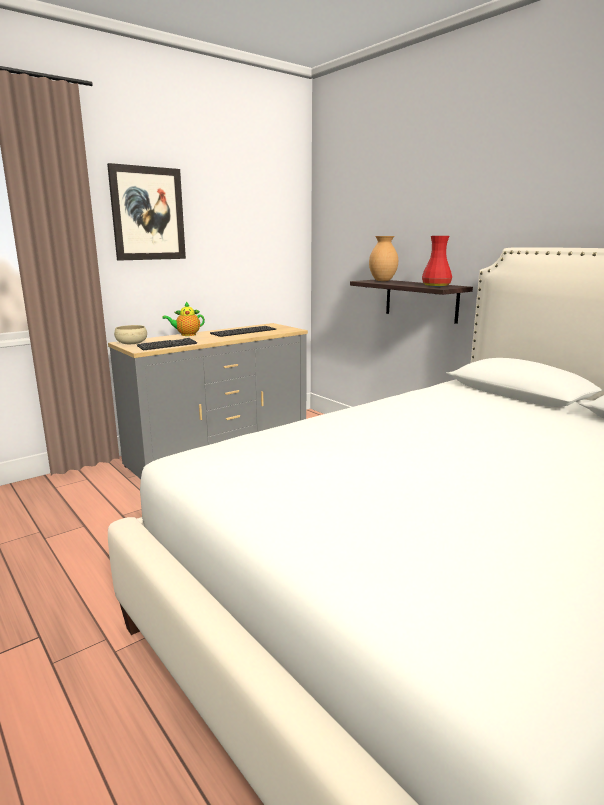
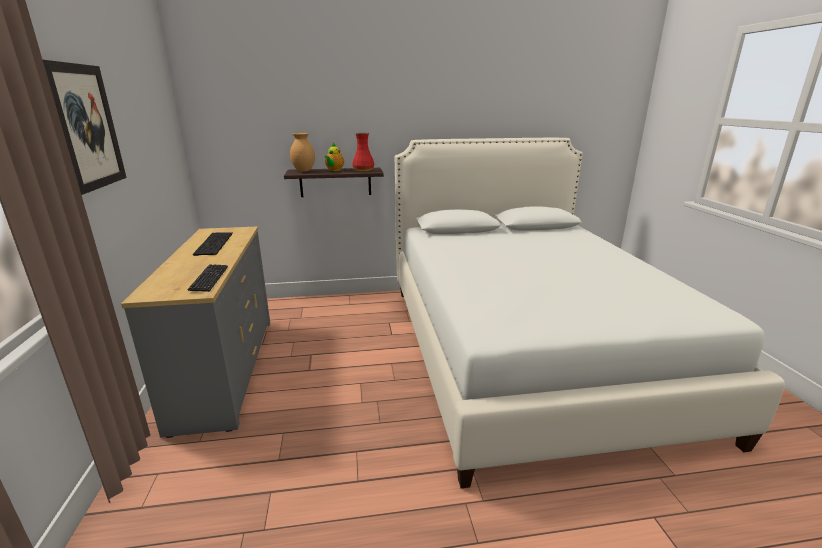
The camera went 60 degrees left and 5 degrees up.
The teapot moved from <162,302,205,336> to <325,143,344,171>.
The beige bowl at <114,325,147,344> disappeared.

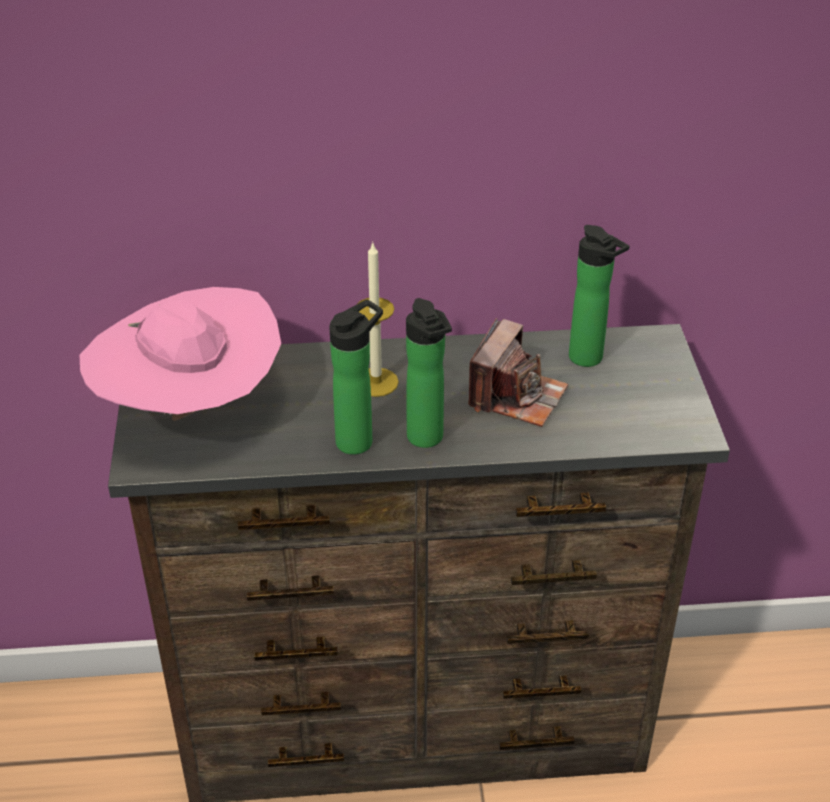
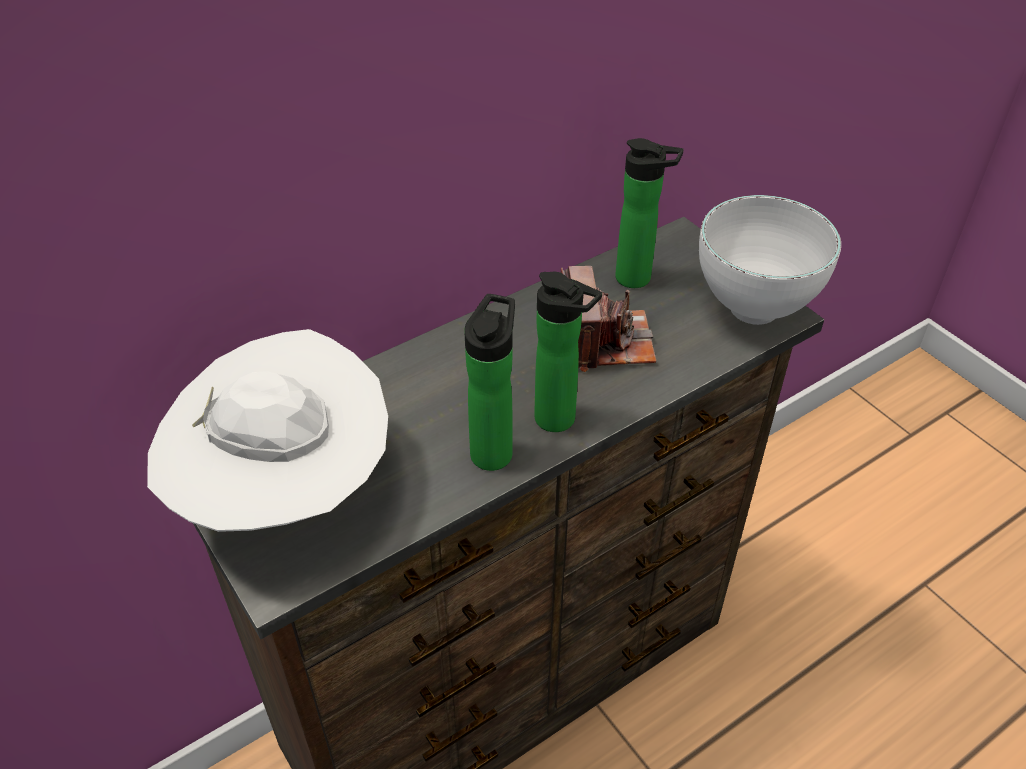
The camera went 30 degrees left and 5 degrees up.
The pink hat at <79,287,281,421> became the white hat at <147,329,388,532>.
The white bowl at <699,195,841,325> appeared.
The candle at <356,242,399,397> disappeared.

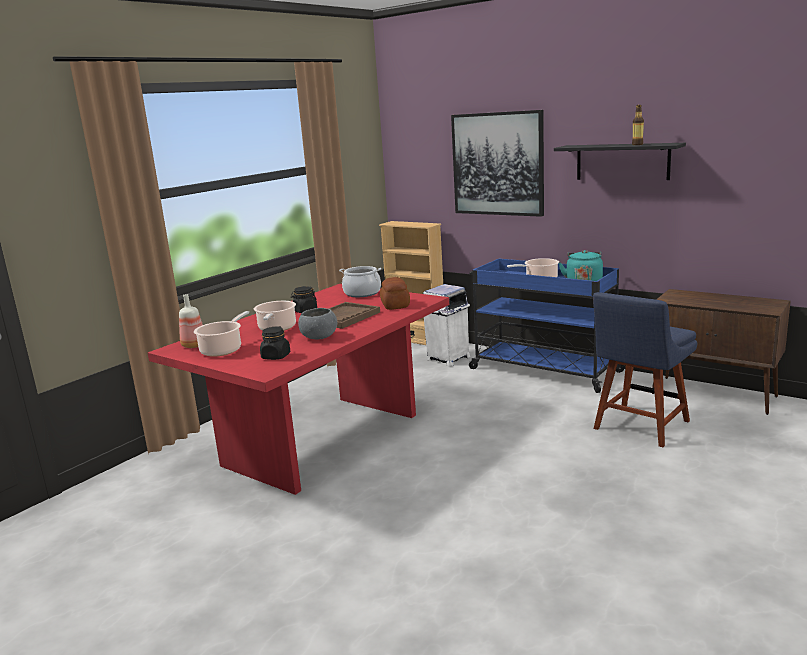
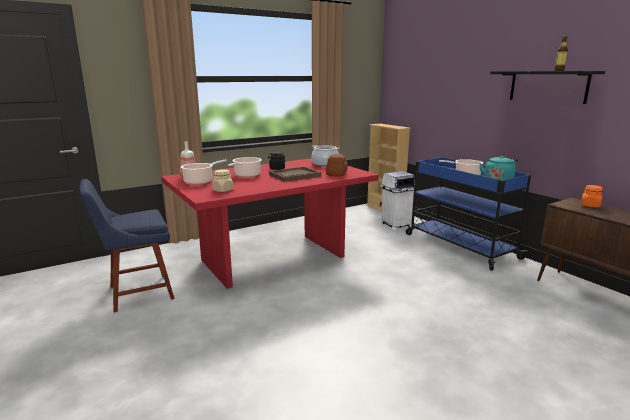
The camera went 20 degrees right and 0 degrees up.
The blue chair moved from <593,292,697,447> to <79,179,175,313>.
The black jar at <260,326,290,360> became the beige jar at <212,169,234,192>.
The orange jar at <581,185,603,207> appeared.
The grey bowl at <298,308,337,339> disappeared.
The picture at <451,110,544,217> disappeared.

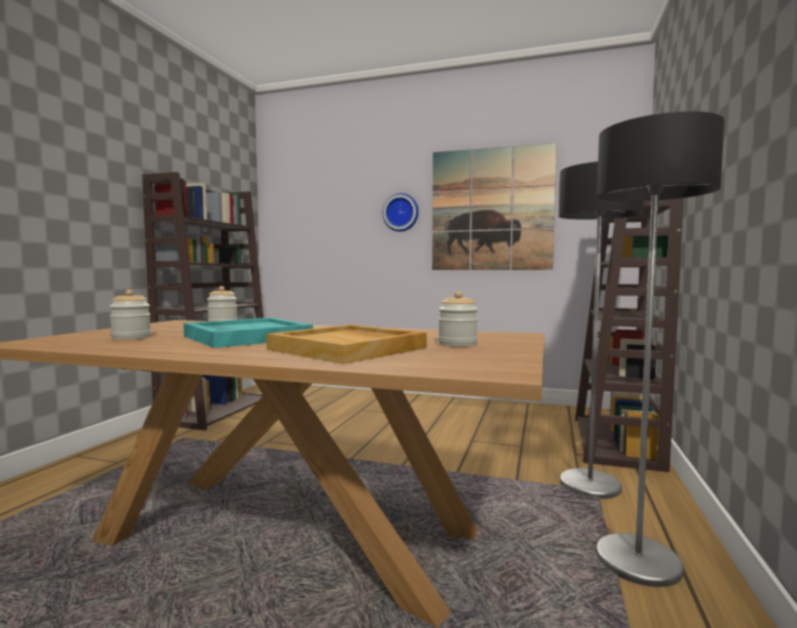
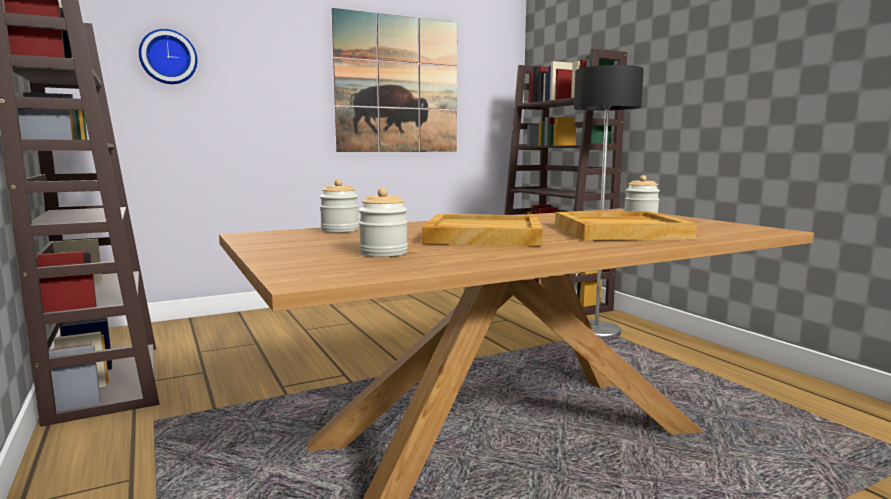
The camera went 45 degrees left and 5 degrees up.
The wall clock moved from <383,193,419,232> to <139,29,197,84>.
The turquoise tray at <183,318,313,348> became the beige tray at <422,214,543,246>.
The floor lamp at <596,111,725,587> disappeared.

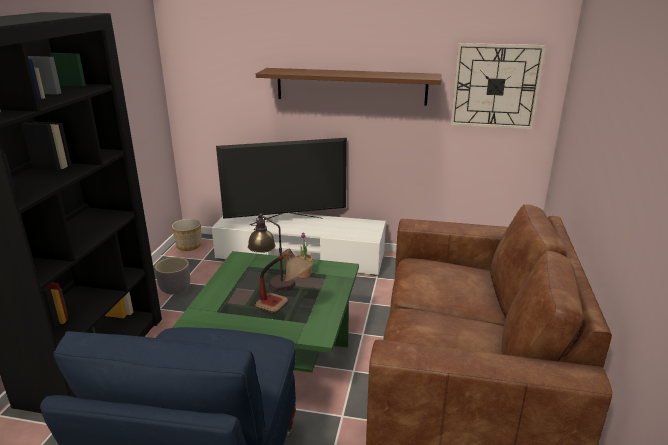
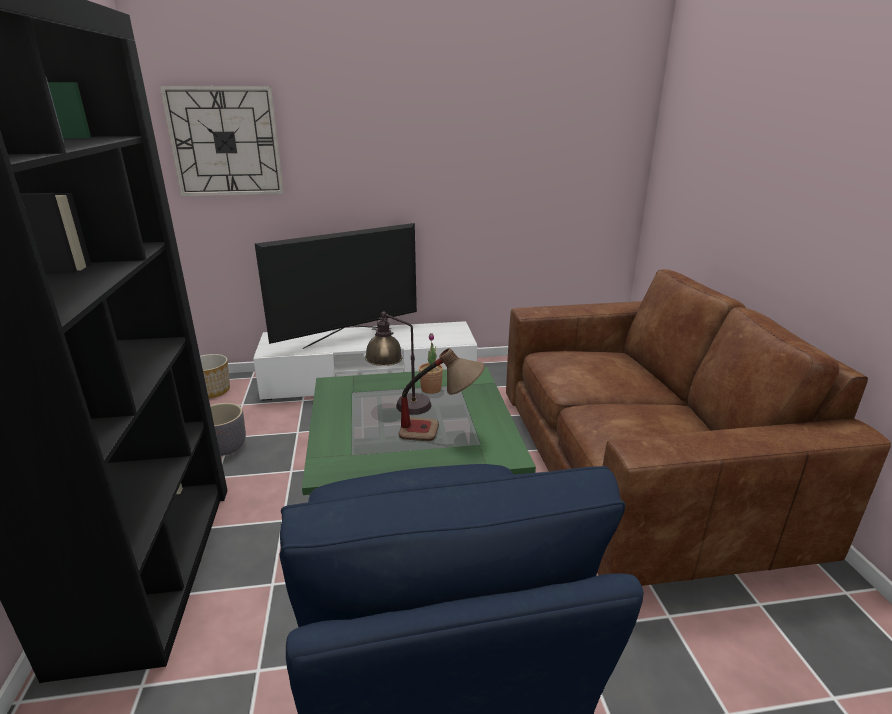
The camera went 20 degrees left and 0 degrees up.
The wall clock moved from <450,43,546,130> to <160,86,284,196>.
The brown shelf at <256,68,442,105> disappeared.

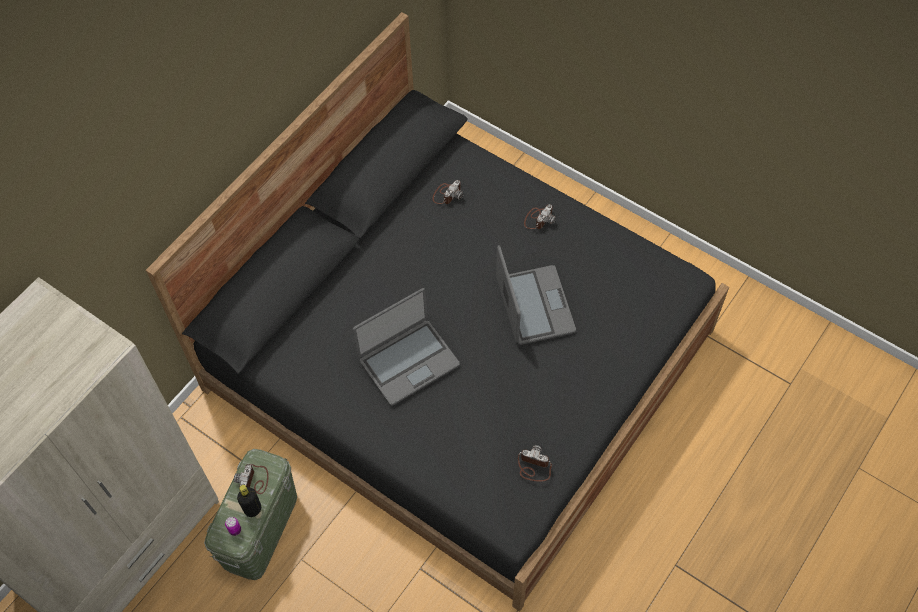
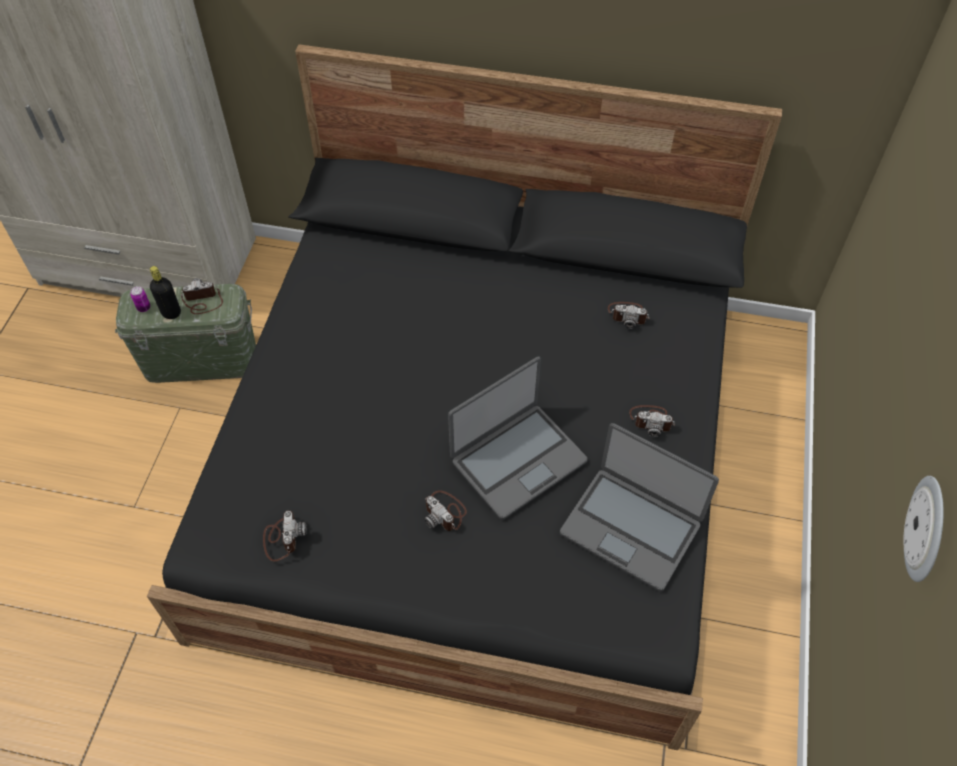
The camera went 65 degrees right and 5 degrees down.
The photo camera at <424,490,467,531> appeared.
The laptop moved from <353,288,460,406> to <560,423,719,591>.
The wall clock at <904,476,944,582> appeared.

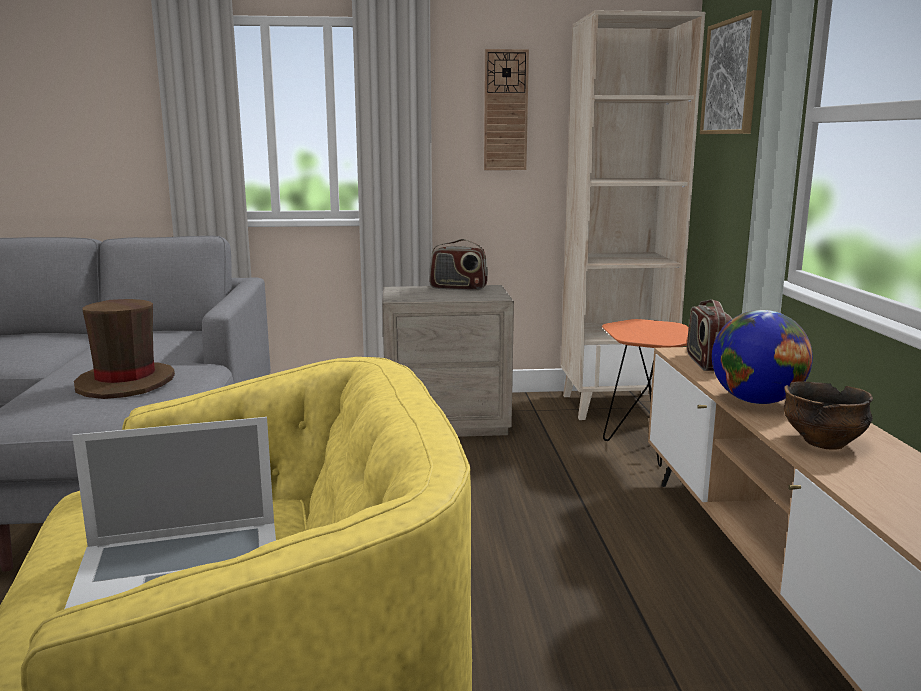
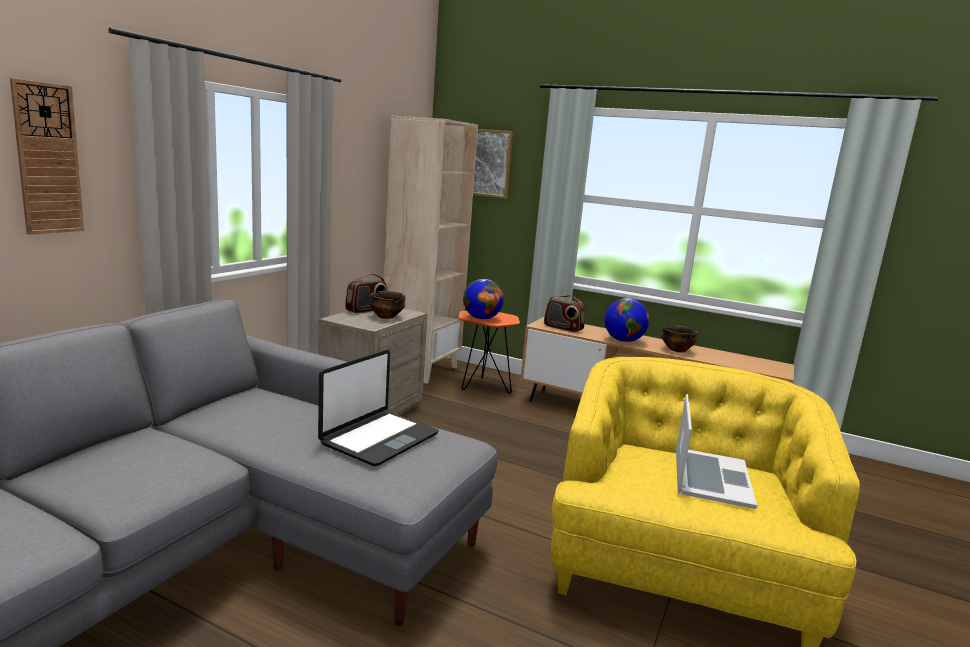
The camera went 60 degrees left and 0 degrees up.
The wall clock moved from <484,49,529,170> to <10,78,84,235>.
The brown hat at <74,299,175,399> was replaced by the laptop at <318,350,439,466>.
The bowl at <370,291,406,319> appeared.
The globe at <463,279,504,319> appeared.

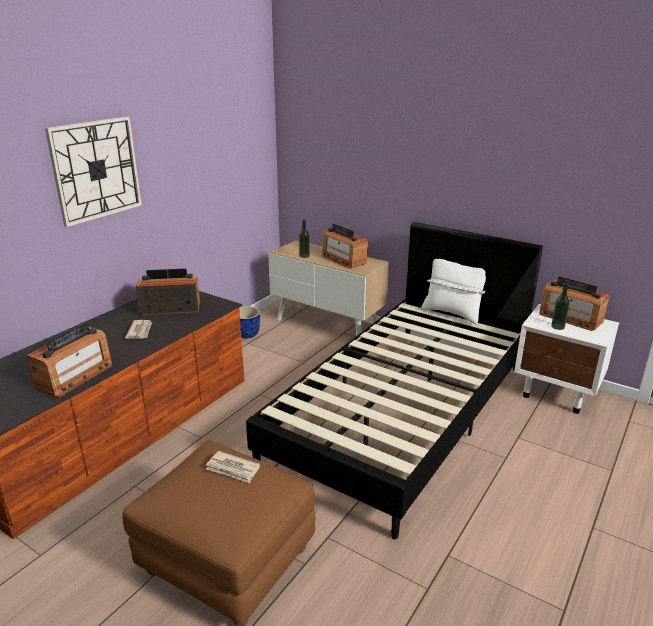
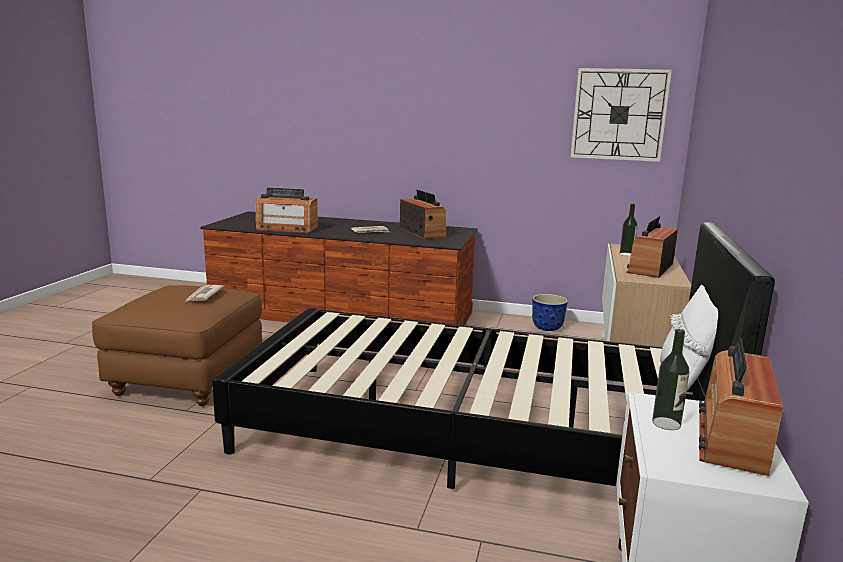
The camera went 70 degrees right and 10 degrees down.
The wall clock moved from <45,116,142,227> to <570,68,672,162>.

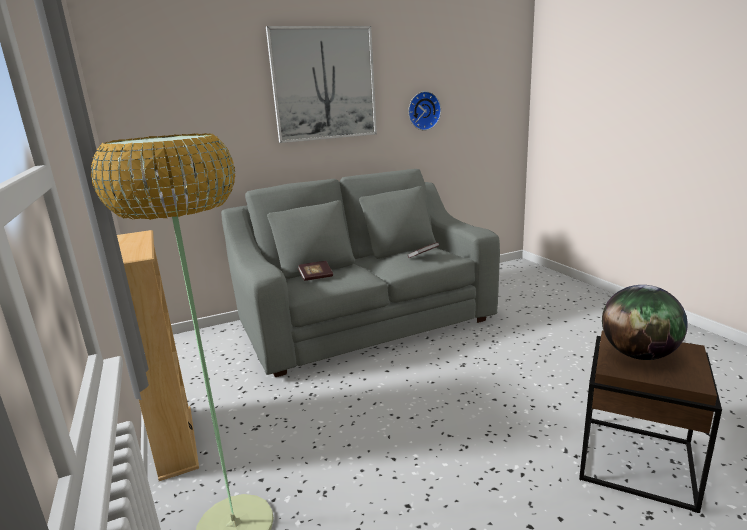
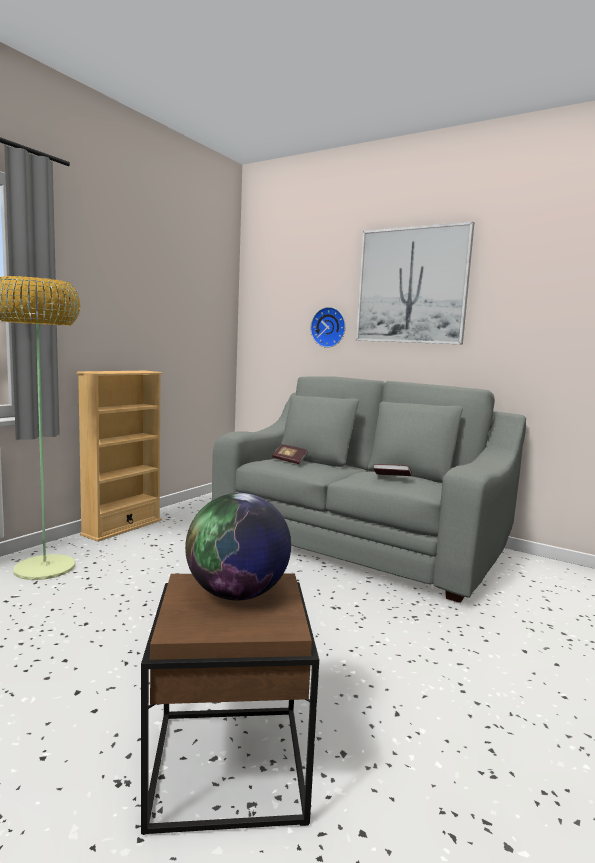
The camera went 55 degrees right and 10 degrees down.
The wall clock moved from <408,91,441,130> to <311,307,346,348>.

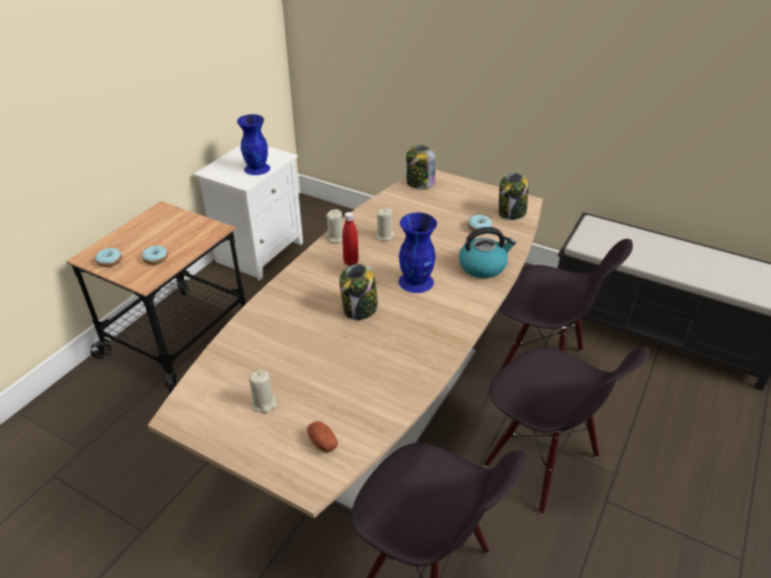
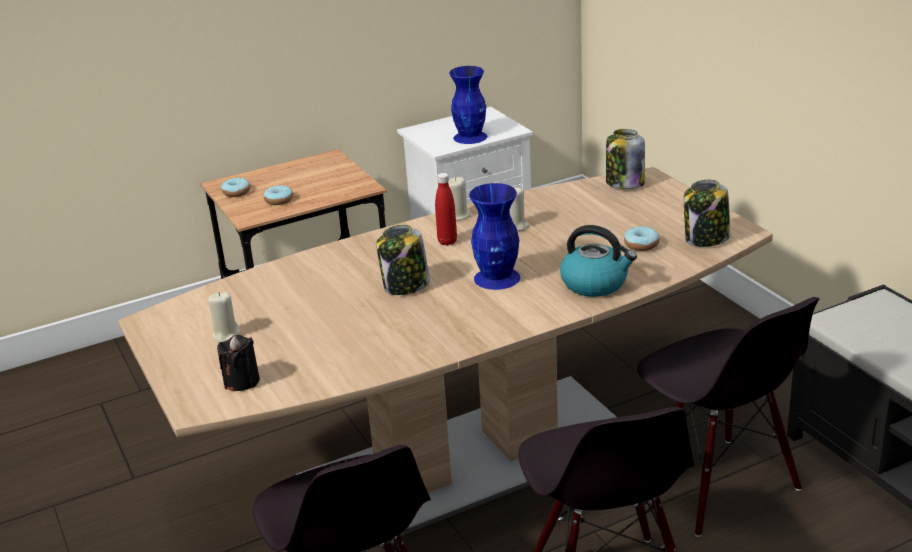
The camera went 35 degrees right and 10 degrees down.
The potato at <307,421,338,452> was replaced by the black candle at <217,335,260,391>.

